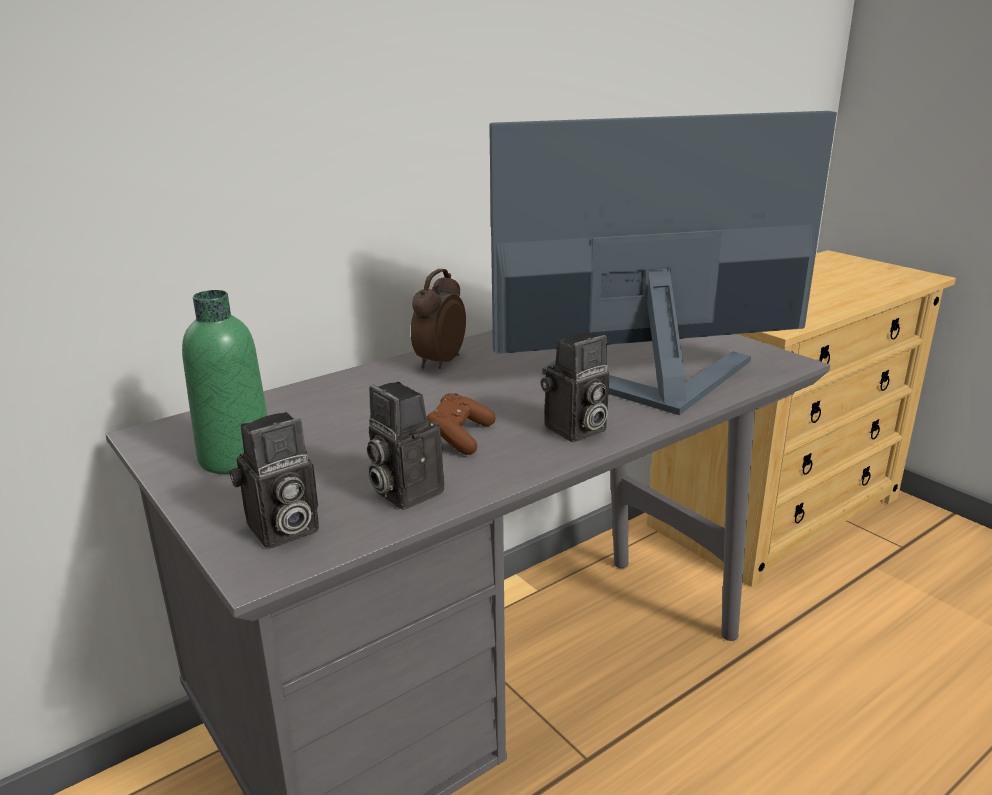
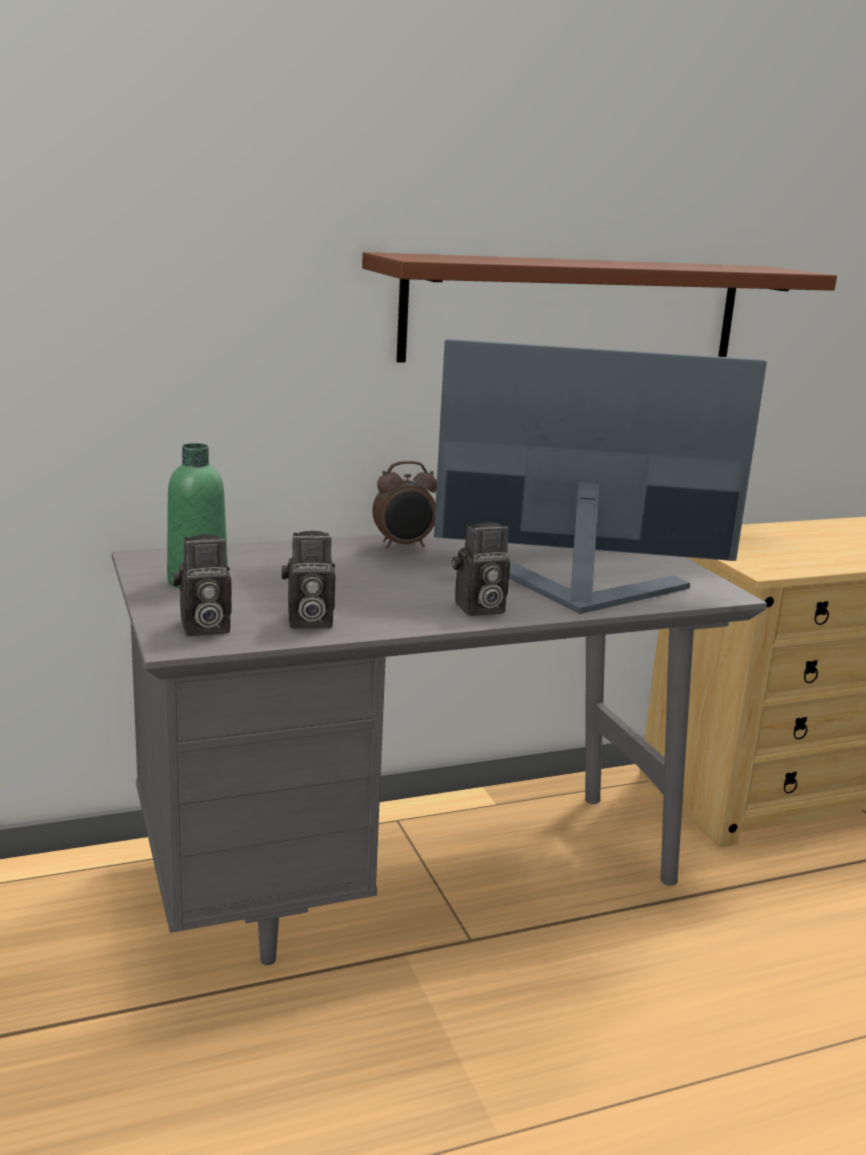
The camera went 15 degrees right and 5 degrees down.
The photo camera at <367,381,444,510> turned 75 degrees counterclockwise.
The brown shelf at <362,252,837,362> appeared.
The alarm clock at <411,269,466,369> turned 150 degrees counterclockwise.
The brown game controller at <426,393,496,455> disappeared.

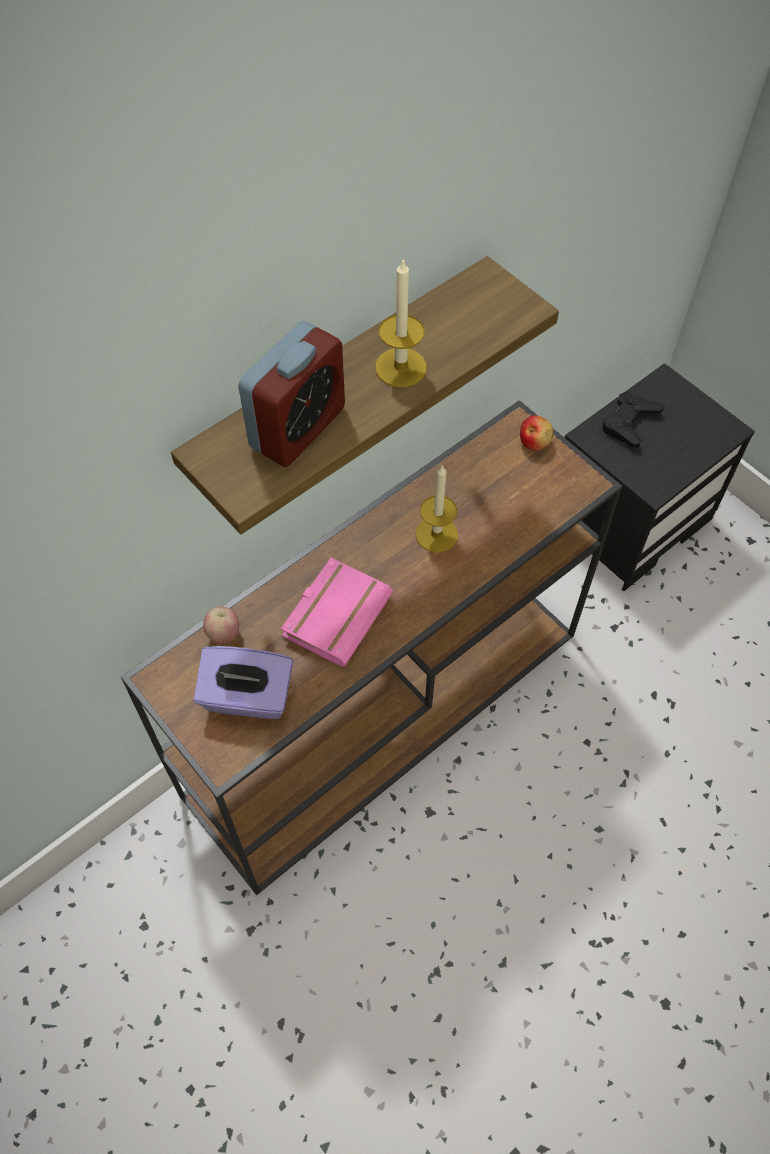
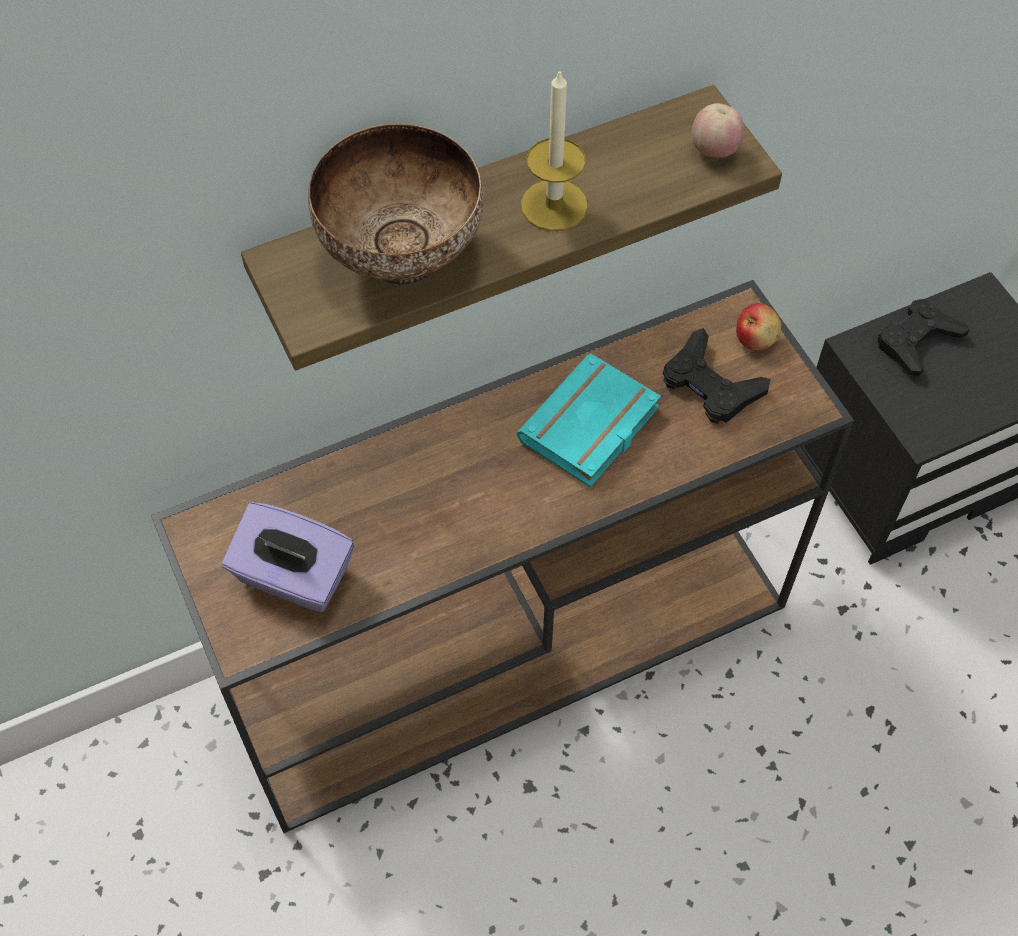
The camera went 15 degrees right and 0 degrees up.
The alarm clock at <238,321,345,467> was replaced by the bowl at <308,123,484,285>.
The candle at <415,464,458,553> was replaced by the turquoise book at <517,354,661,488>.
The black game controller at <663,328,771,424> appeared.
The apple moved from <203,606,239,644> to <692,103,744,158>.
The pink book at <281,558,393,667> disappeared.

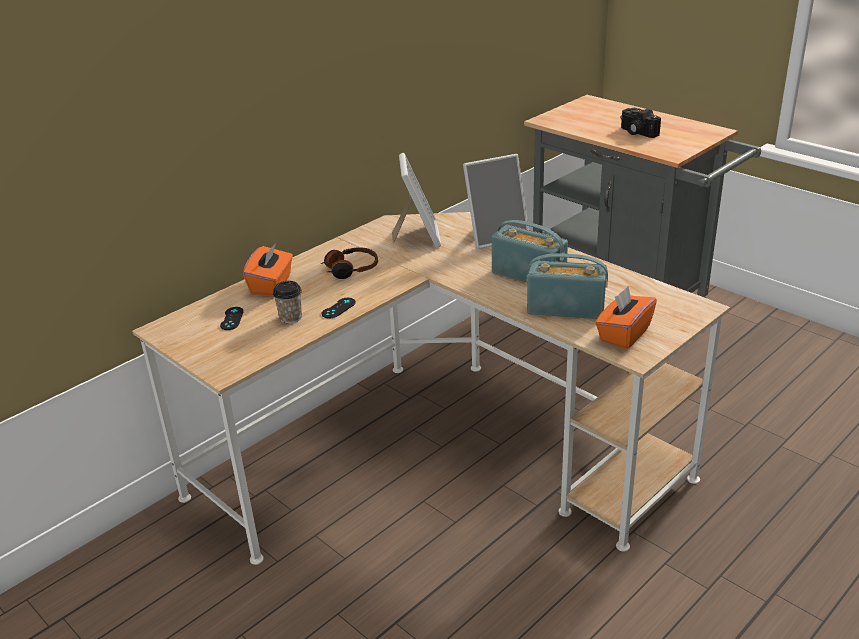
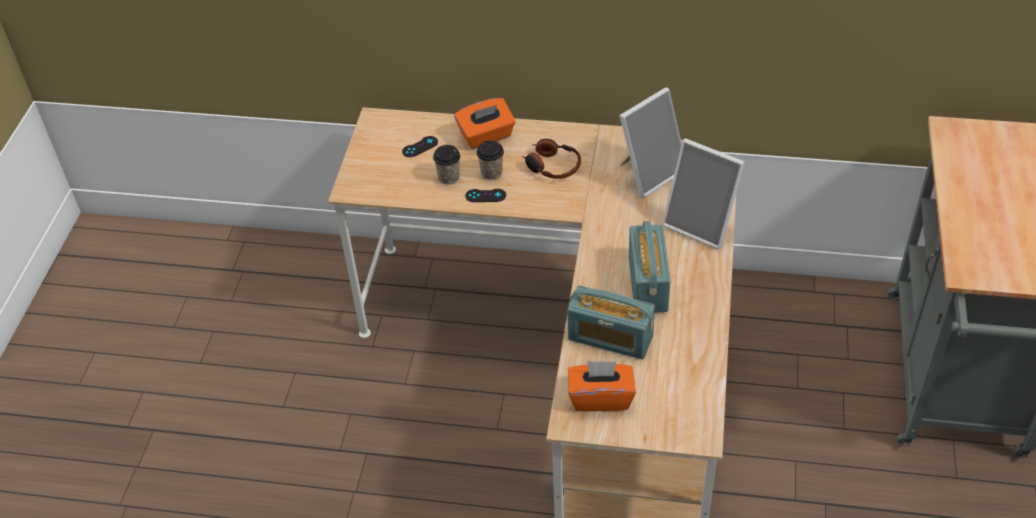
The camera went 55 degrees right and 15 degrees up.
The cup at <477,140,504,180> appeared.
The radio at <527,253,608,319> turned 135 degrees clockwise.
The photo camera at <621,108,661,138> disappeared.

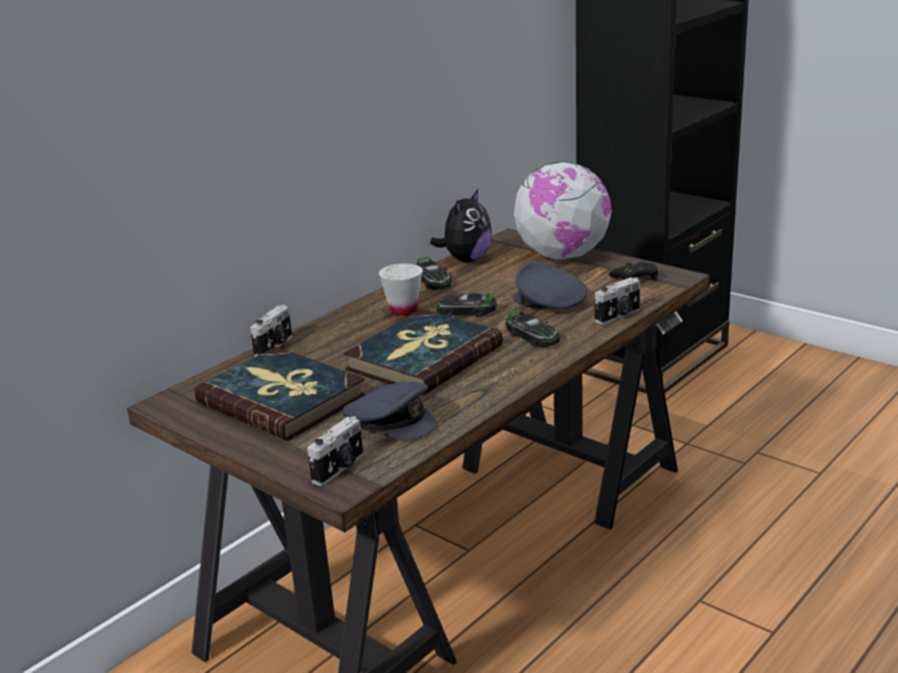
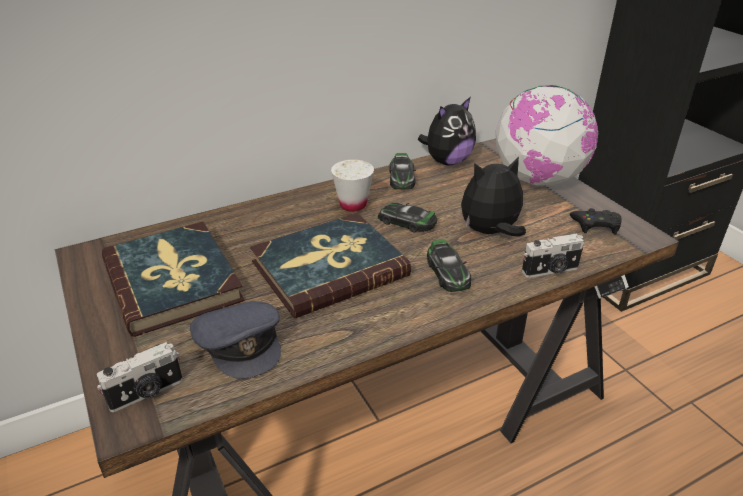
The camera went 20 degrees right and 10 degrees up.
The grey cap at <513,261,588,310> was replaced by the plush toy at <461,157,526,237>.
The photo camera at <250,305,292,357> disappeared.

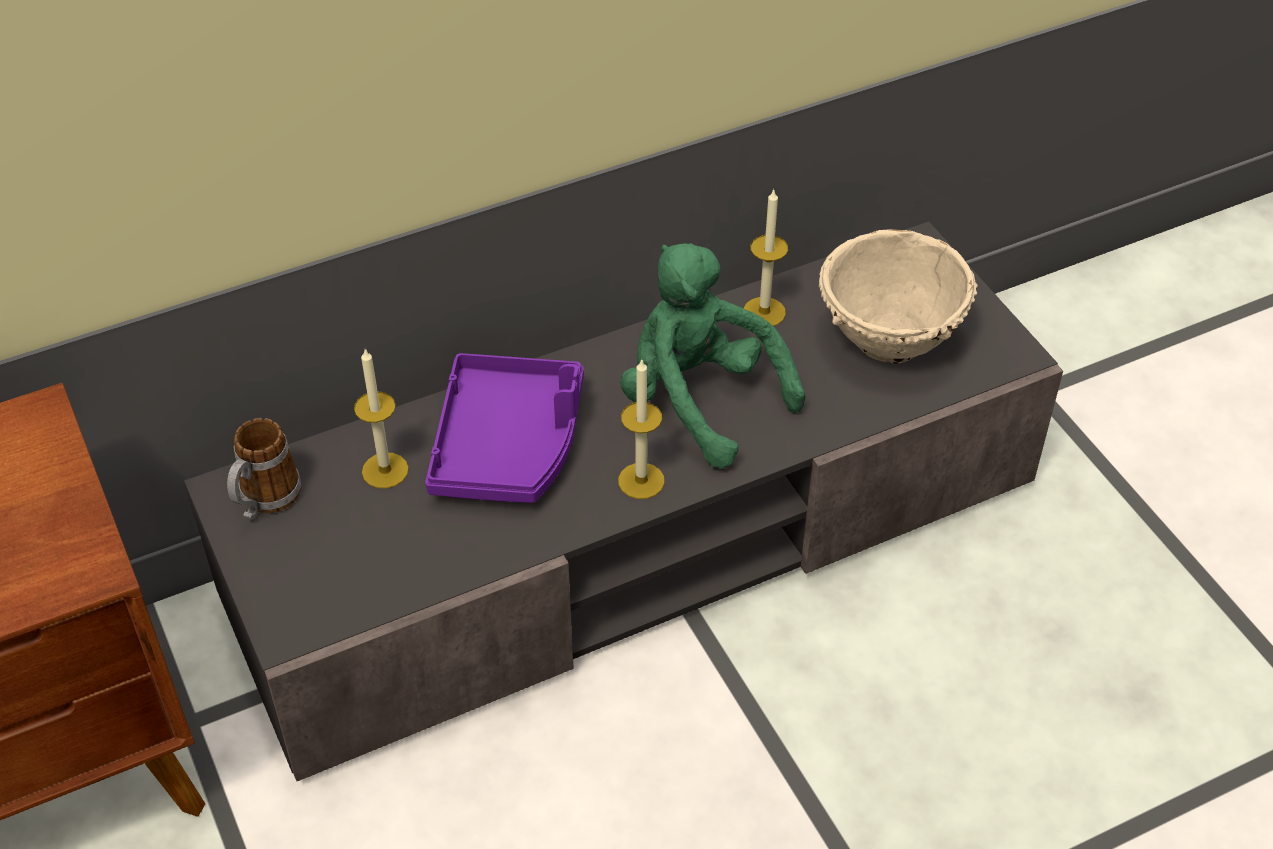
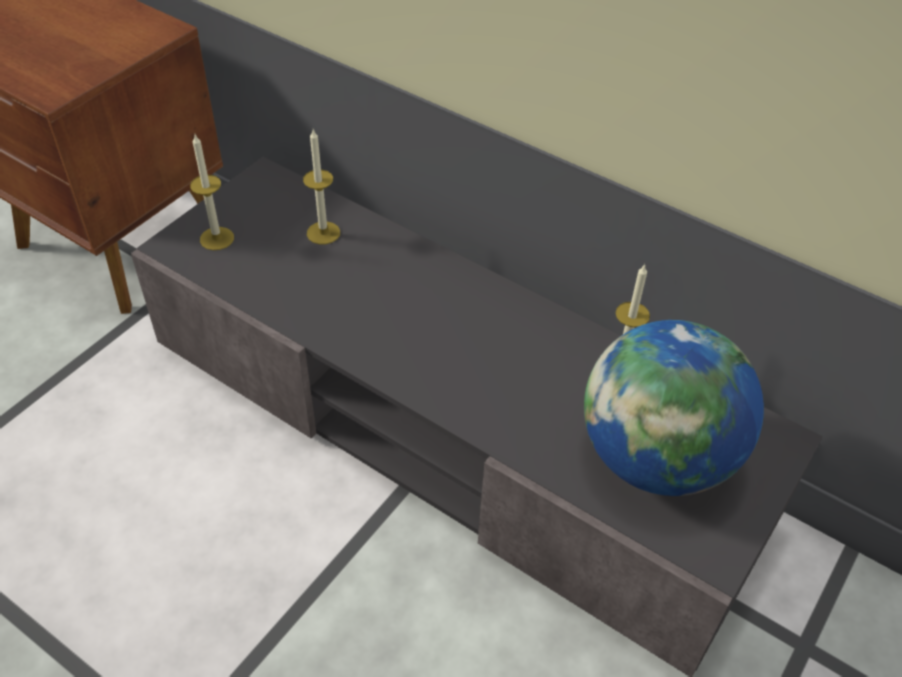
The camera went 60 degrees right and 0 degrees up.
The candle moved from <618,358,665,499> to <190,135,234,250>.
The beige bowl at <819,229,978,364> was replaced by the globe at <584,320,764,496>.
The mug at <227,418,302,520> disappeared.
The purple tray at <425,353,584,503> disappeared.
The green plush toy at <620,243,805,469> disappeared.

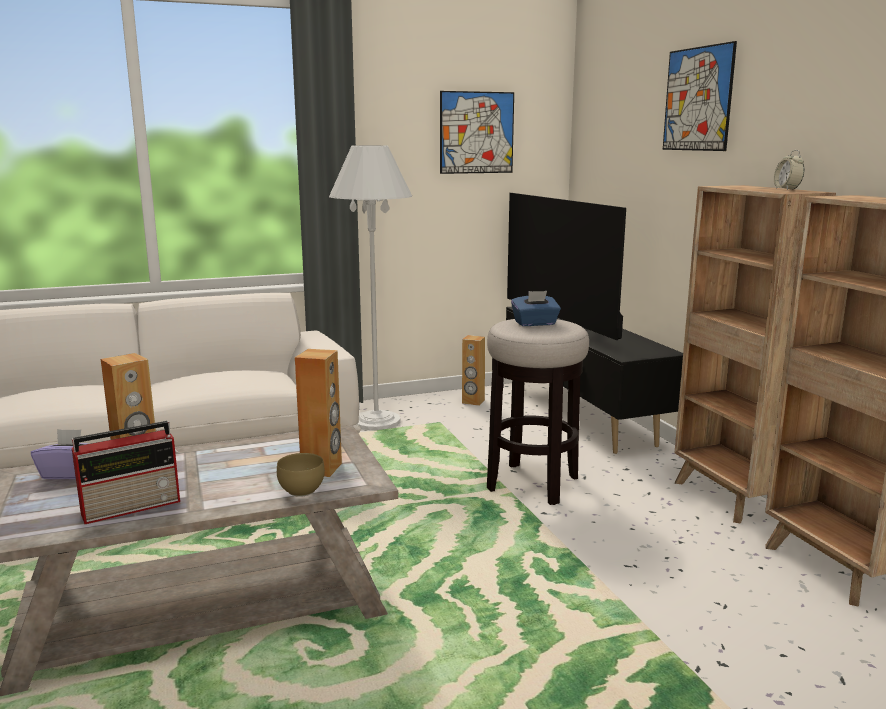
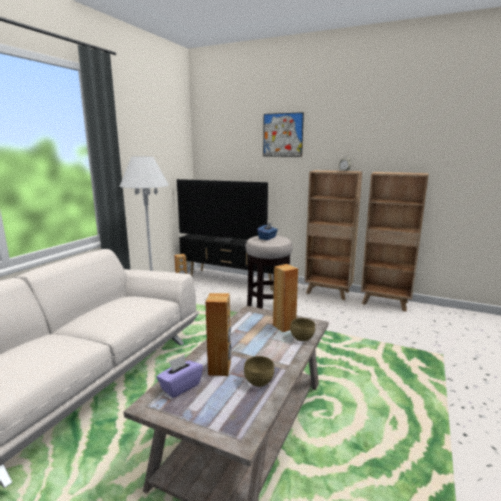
The camera went 45 degrees left and 0 degrees up.
The radio at <72,421,180,524> was replaced by the brown bowl at <244,356,274,387>.
The picture at <440,91,514,174> disappeared.

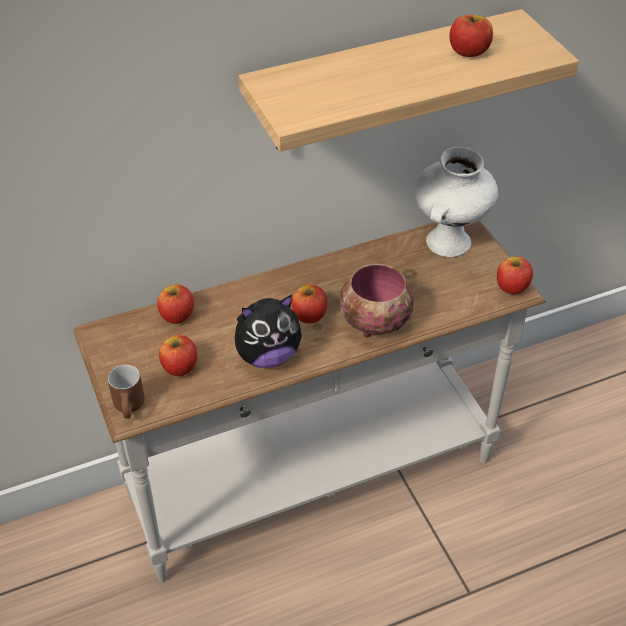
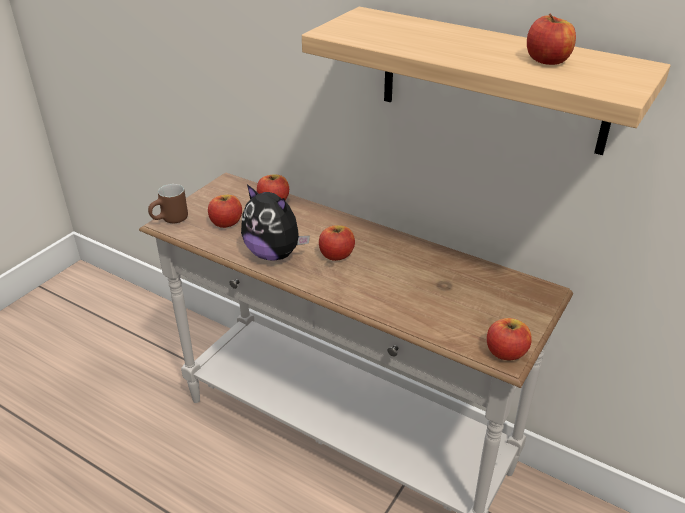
The camera went 55 degrees right and 10 degrees down.
The bowl at <340,264,414,338> disappeared.
The white vase at <414,147,498,257> disappeared.

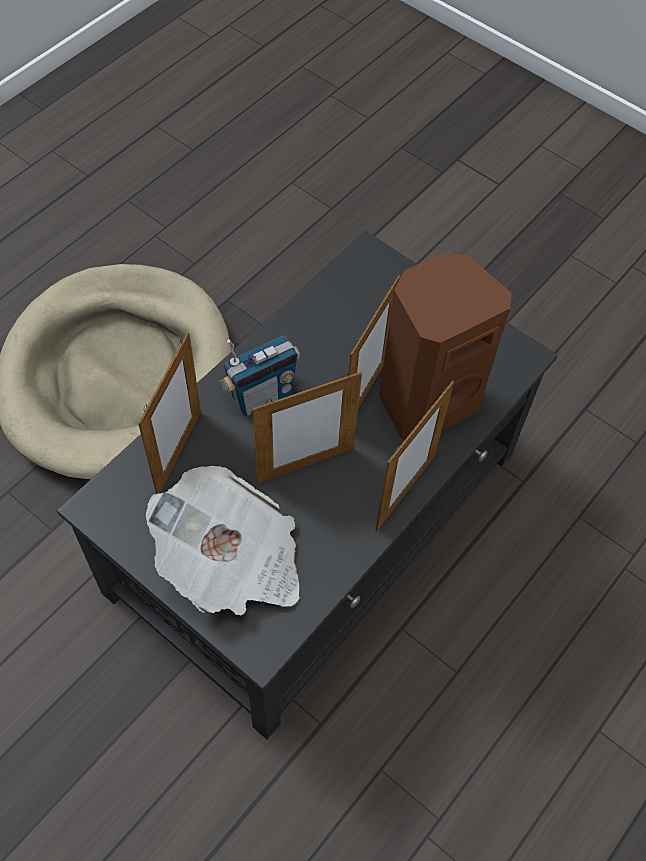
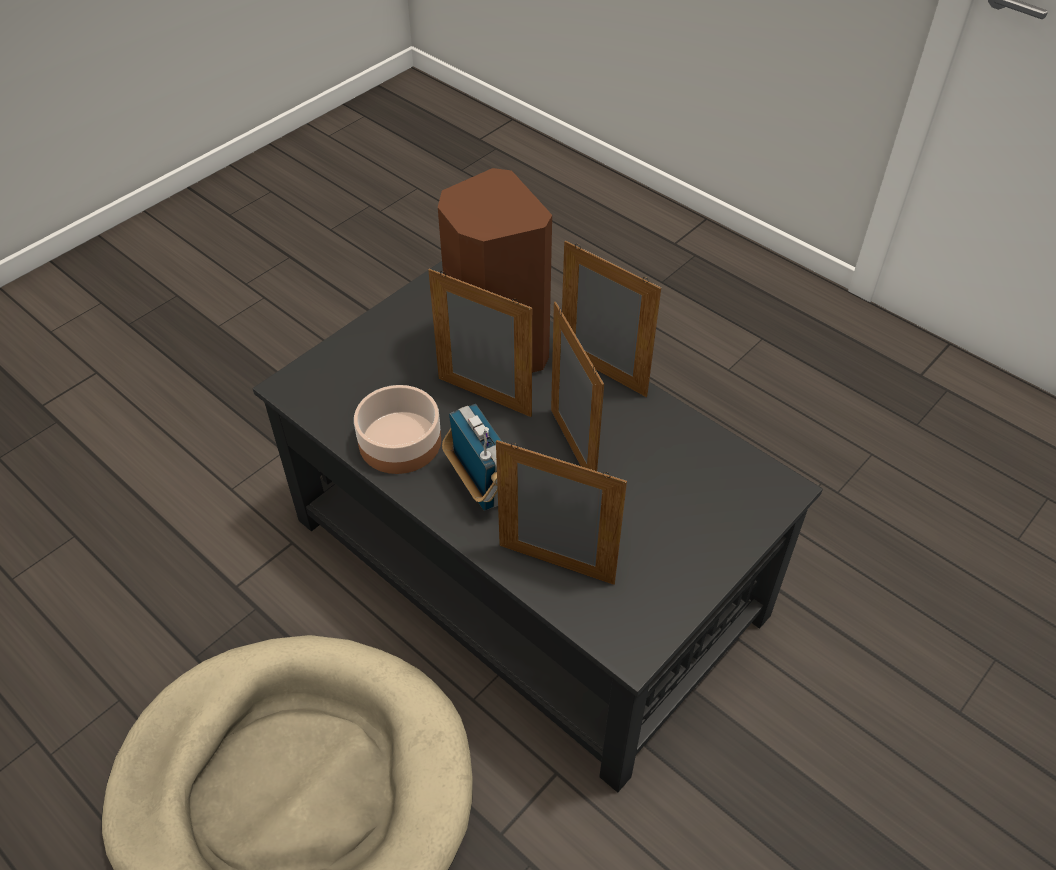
The camera went 85 degrees left and 10 degrees down.
The bowl at <354,385,441,474> appeared.
The newspaper at <146,466,300,616> disappeared.

